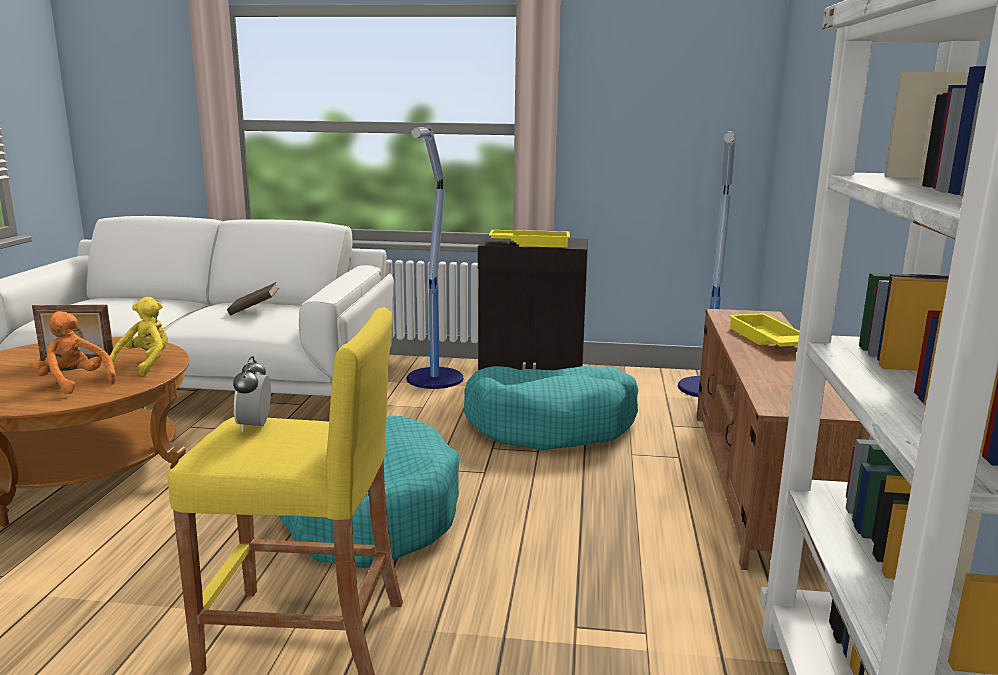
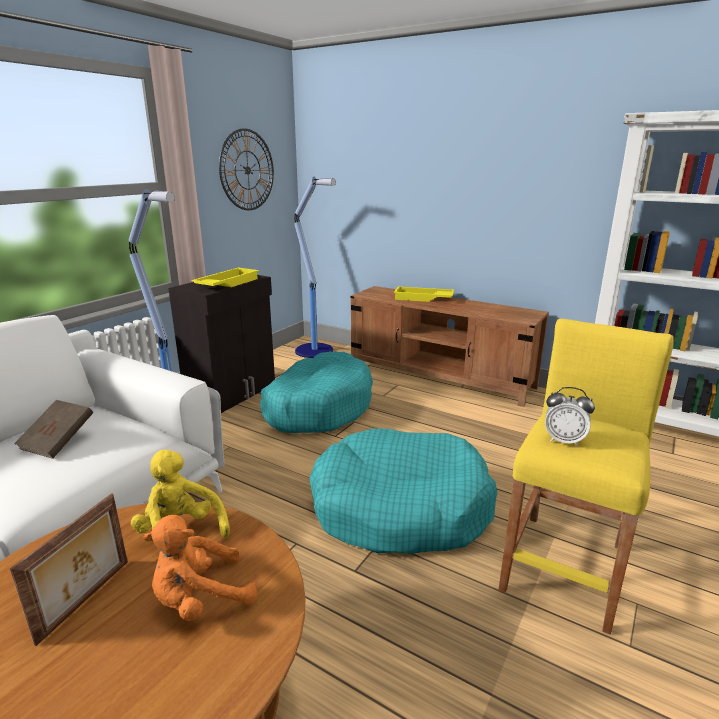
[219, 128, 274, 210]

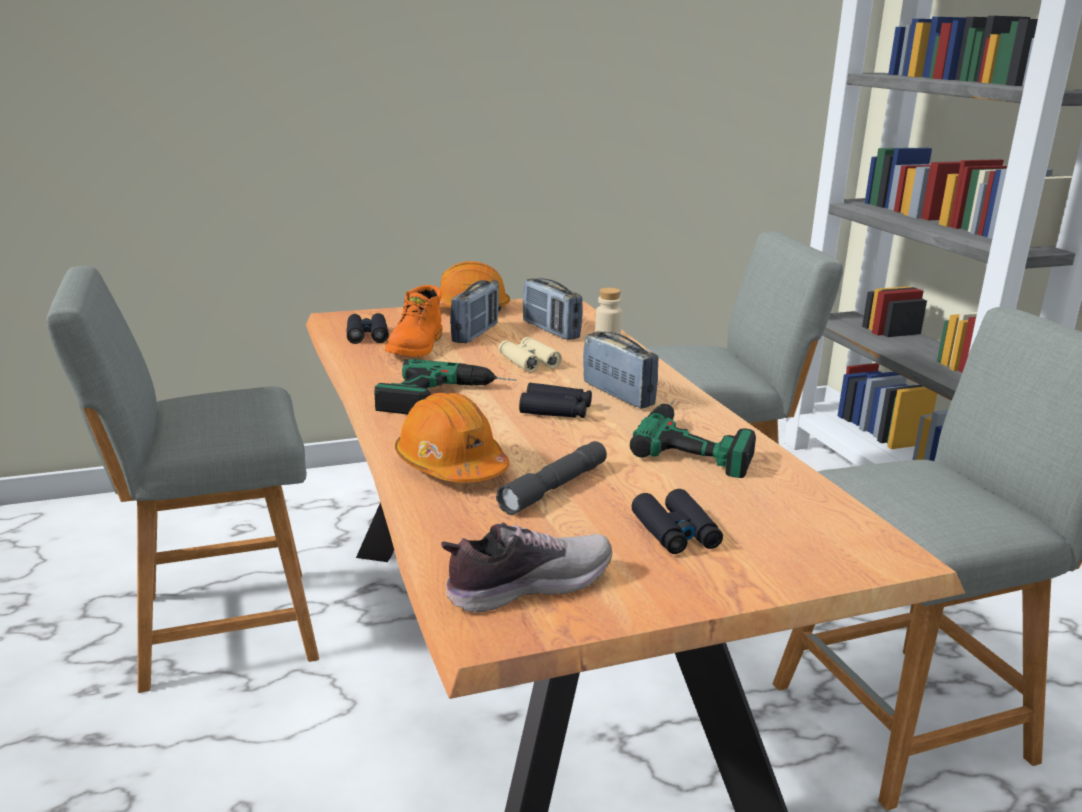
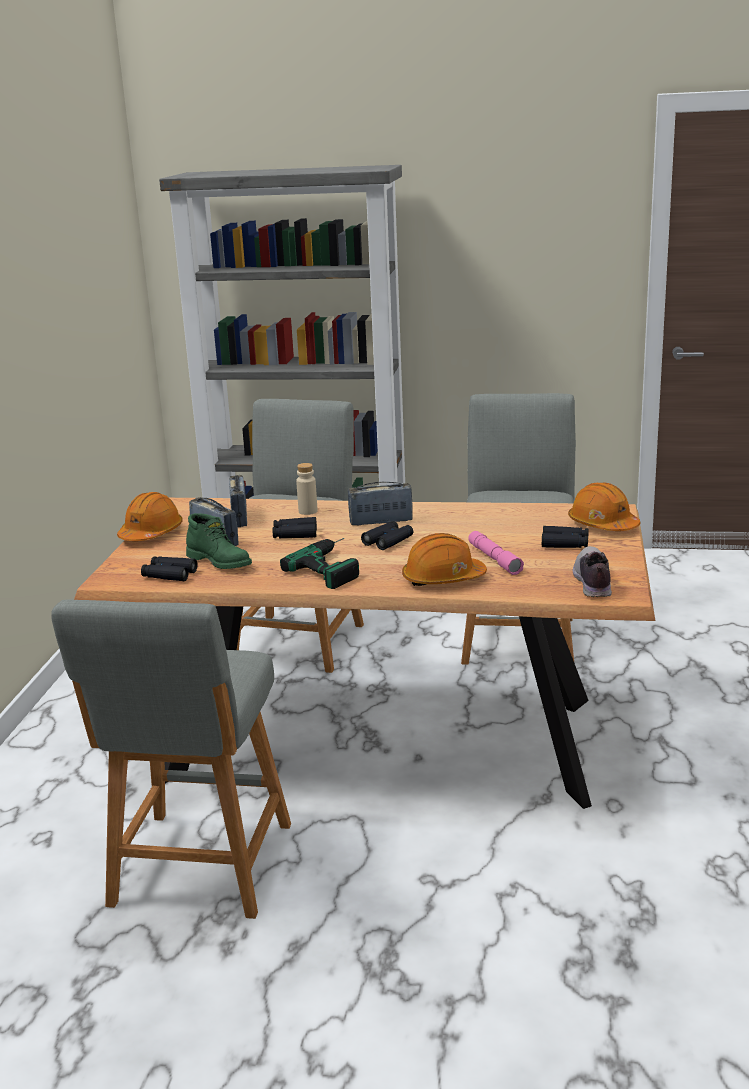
[229, 475, 247, 527]
[186, 513, 252, 569]
[273, 517, 317, 538]
[630, 400, 756, 478] (first image)
[468, 531, 524, 575]
[568, 482, 640, 531]

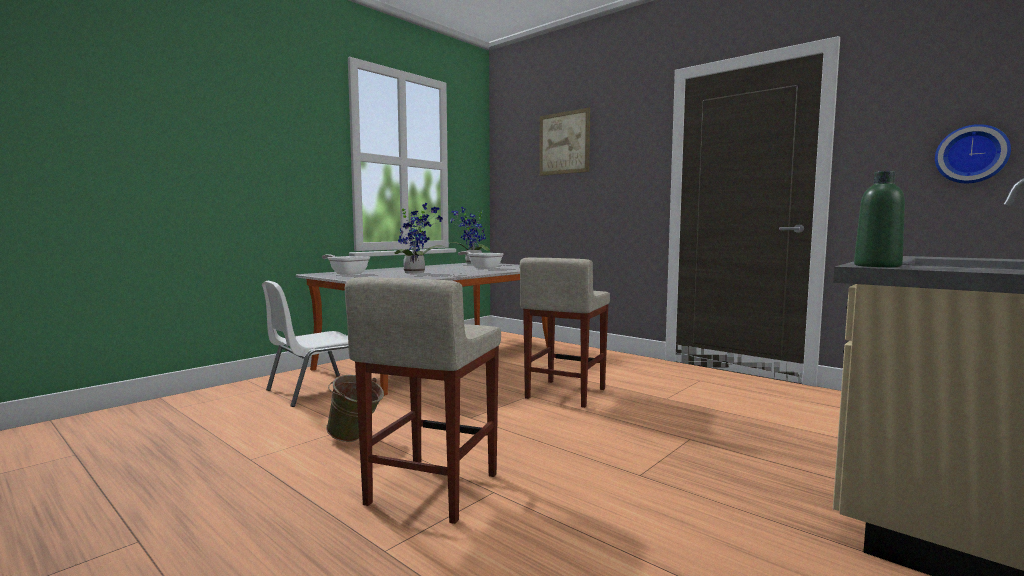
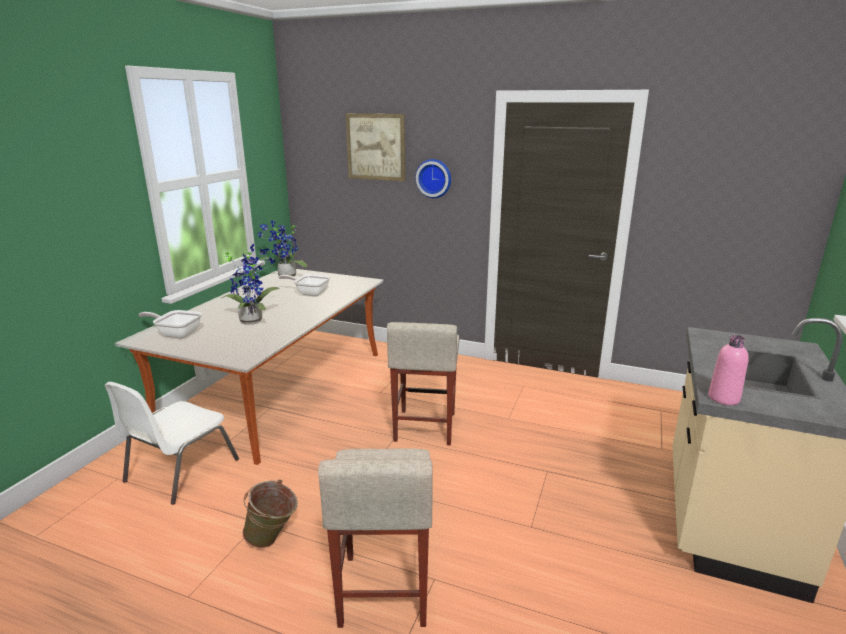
[415, 159, 451, 198]
[708, 335, 749, 405]

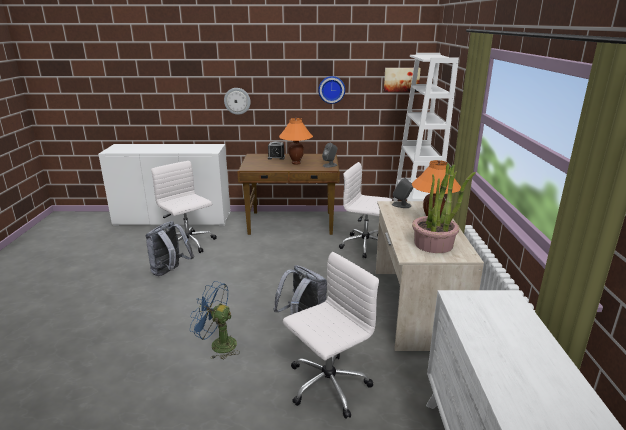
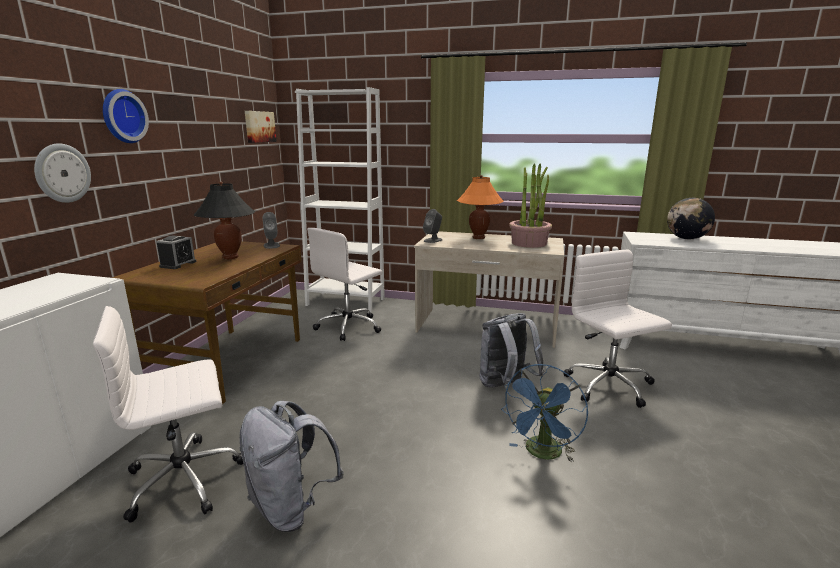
[103, 89, 149, 143]
[194, 182, 255, 259]
[667, 198, 715, 239]

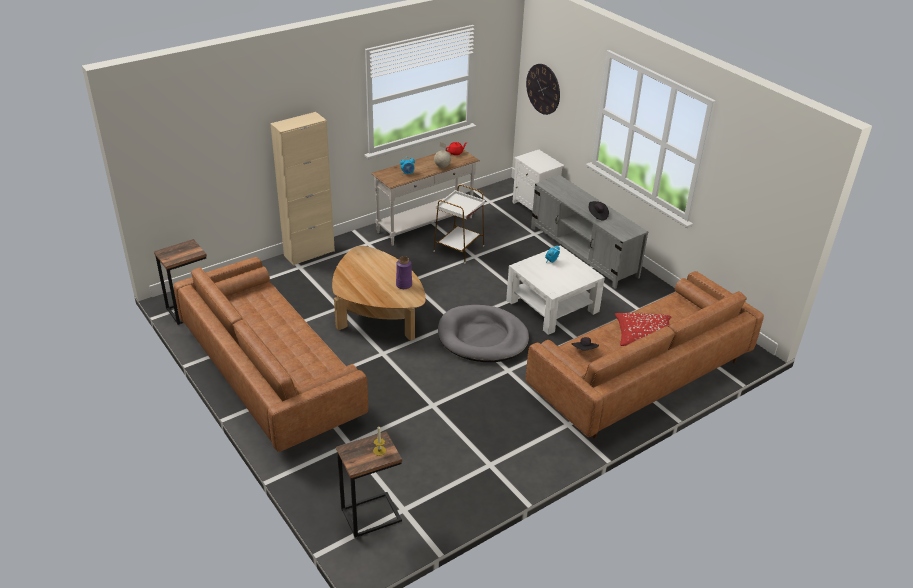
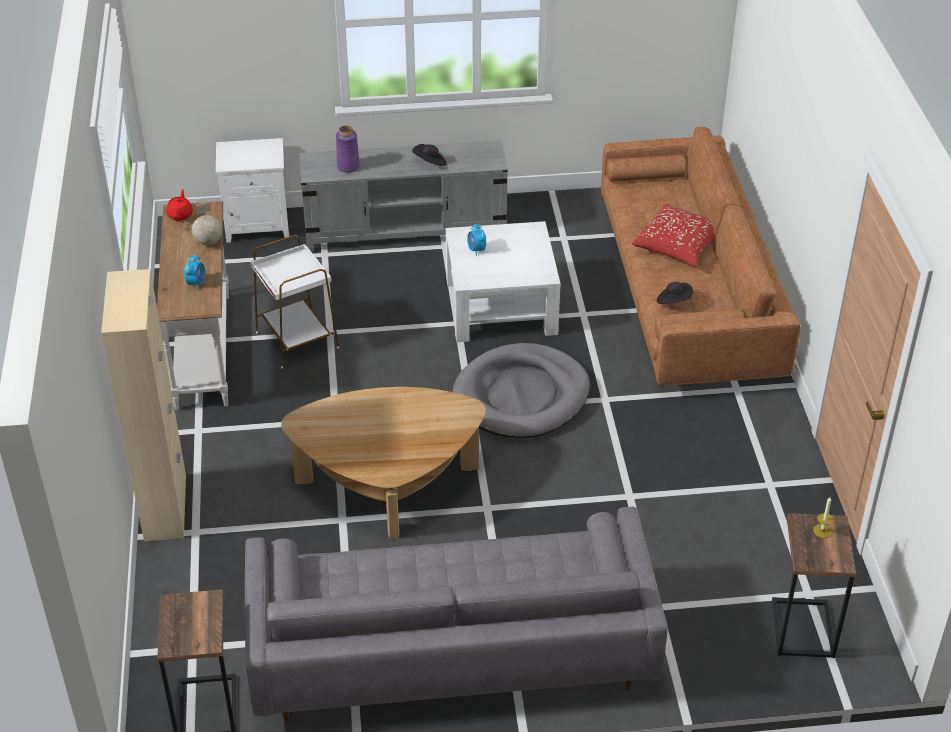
[526, 64, 560, 115] (first image)
[336, 125, 360, 173]
[245, 507, 668, 722]

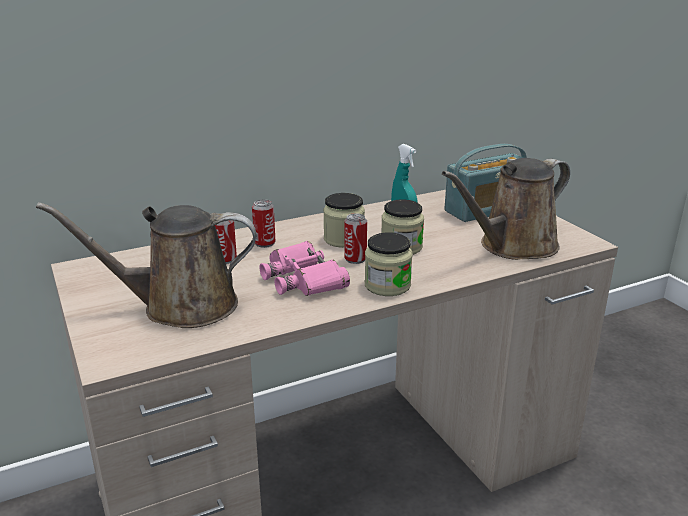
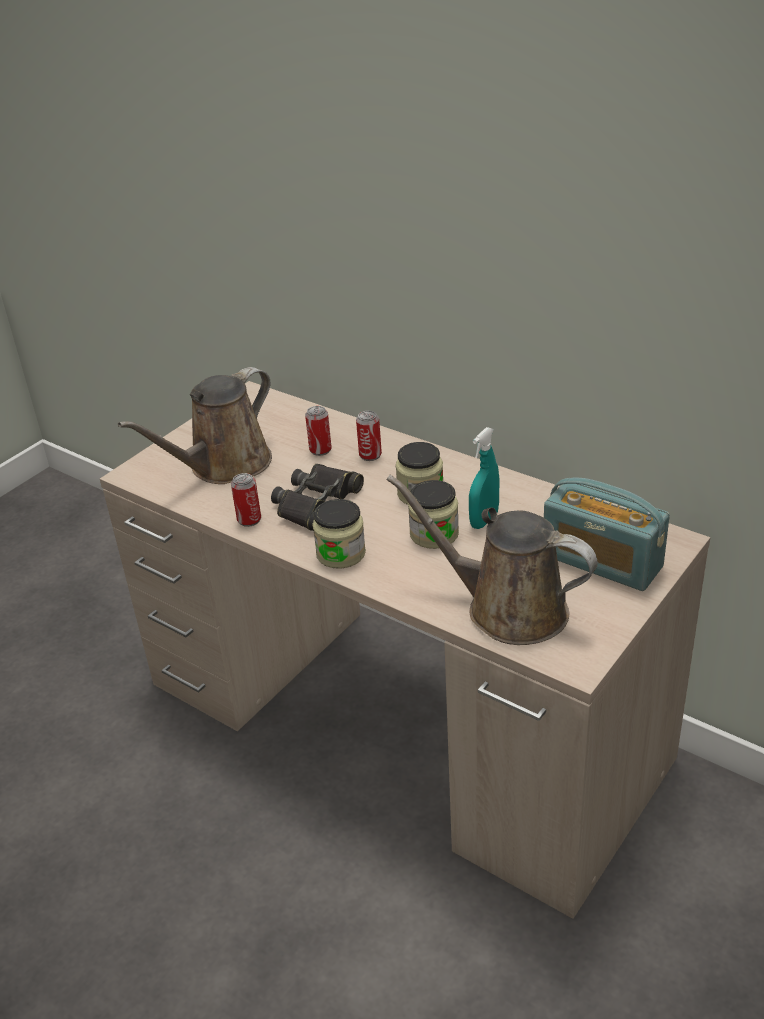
[118, 367, 272, 484]
[231, 473, 261, 527]
[271, 464, 364, 531]

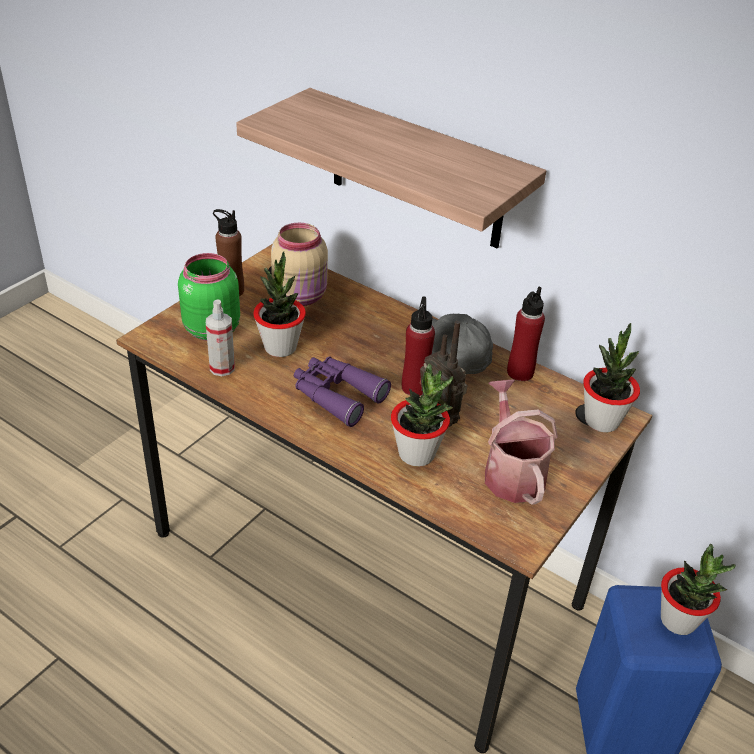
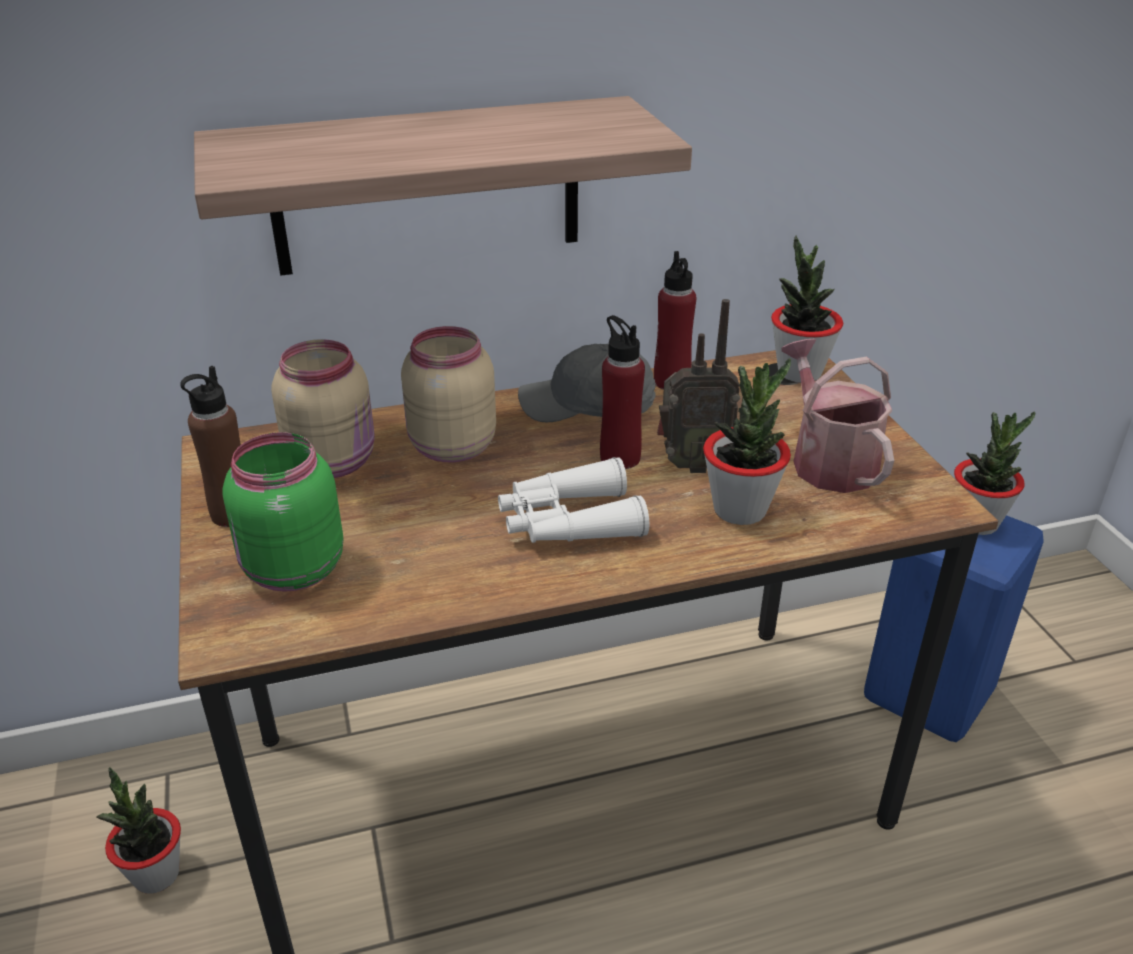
[96, 767, 181, 893]
[206, 299, 235, 376] (first image)
[498, 457, 649, 543]
[781, 339, 894, 493]
[401, 326, 496, 462]

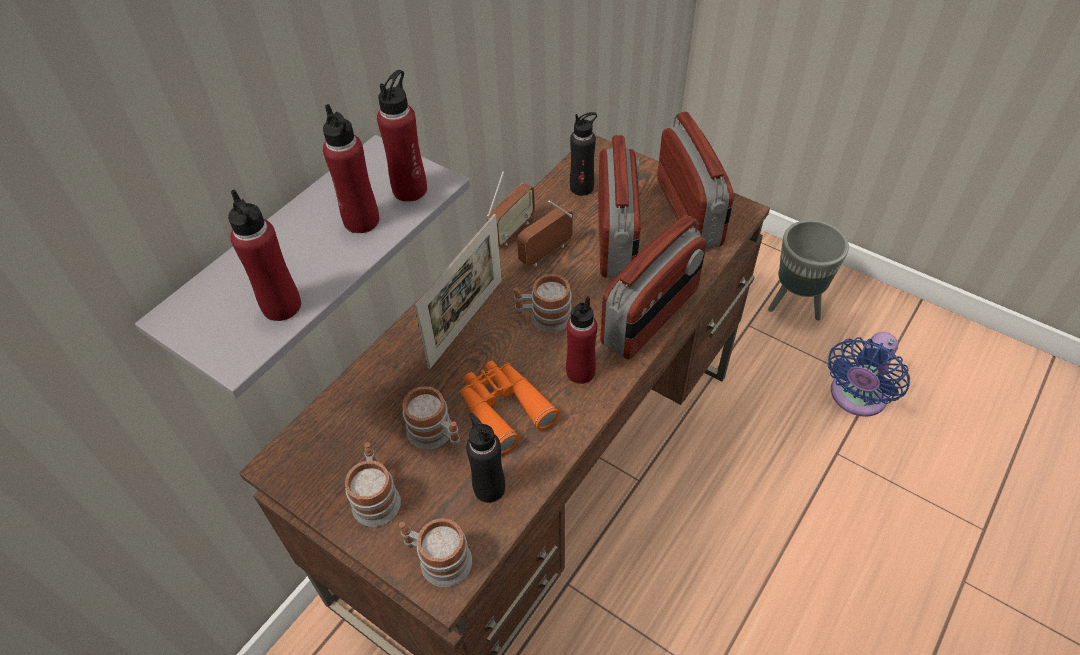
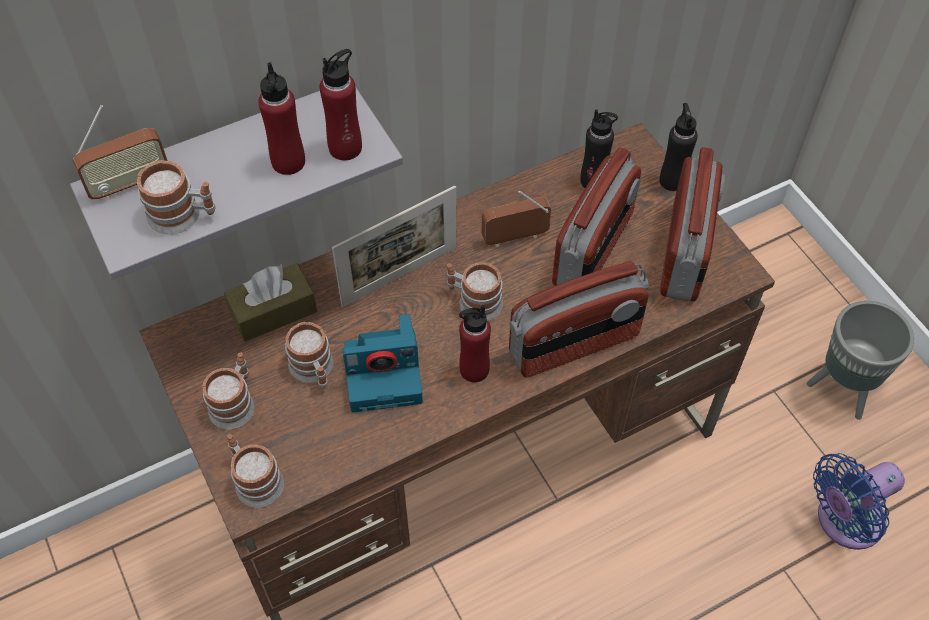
[72, 105, 168, 200]
[137, 160, 216, 235]
[343, 314, 423, 413]
[660, 103, 698, 191]
[224, 263, 317, 342]

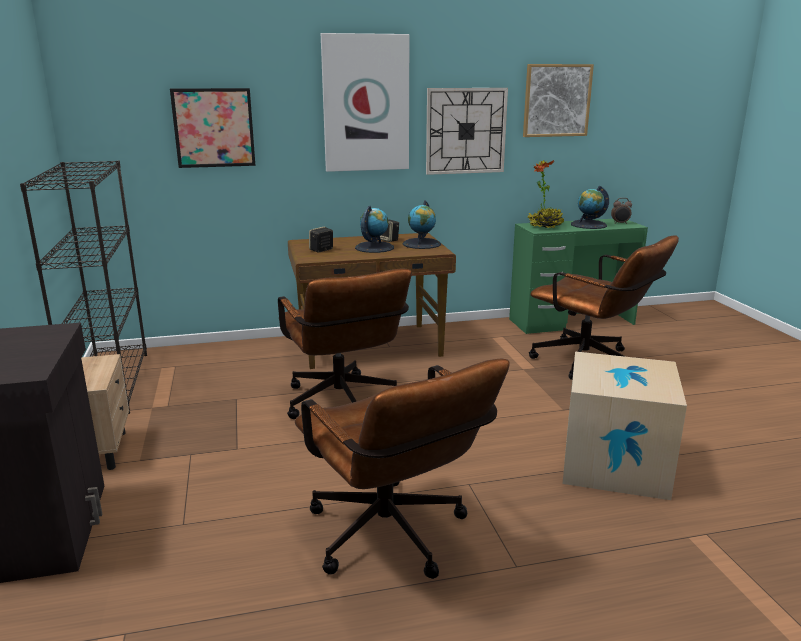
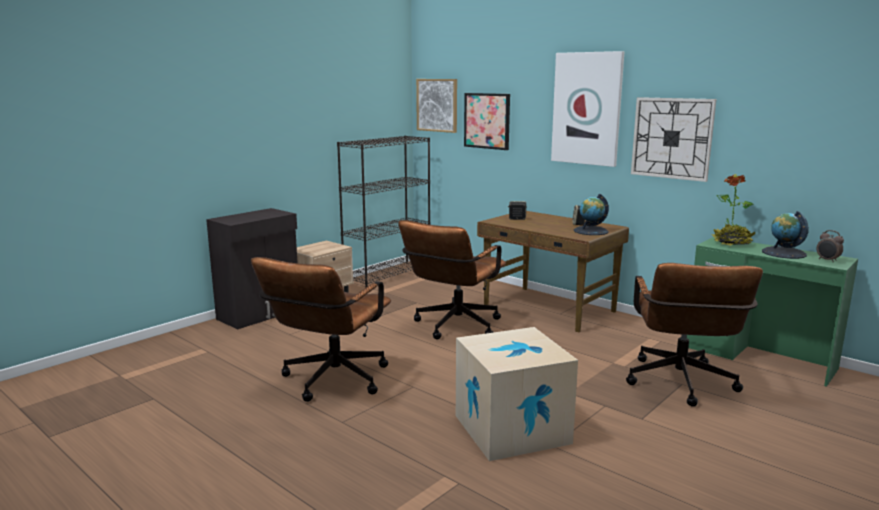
[416, 79, 457, 133]
[355, 206, 394, 253] (first image)

